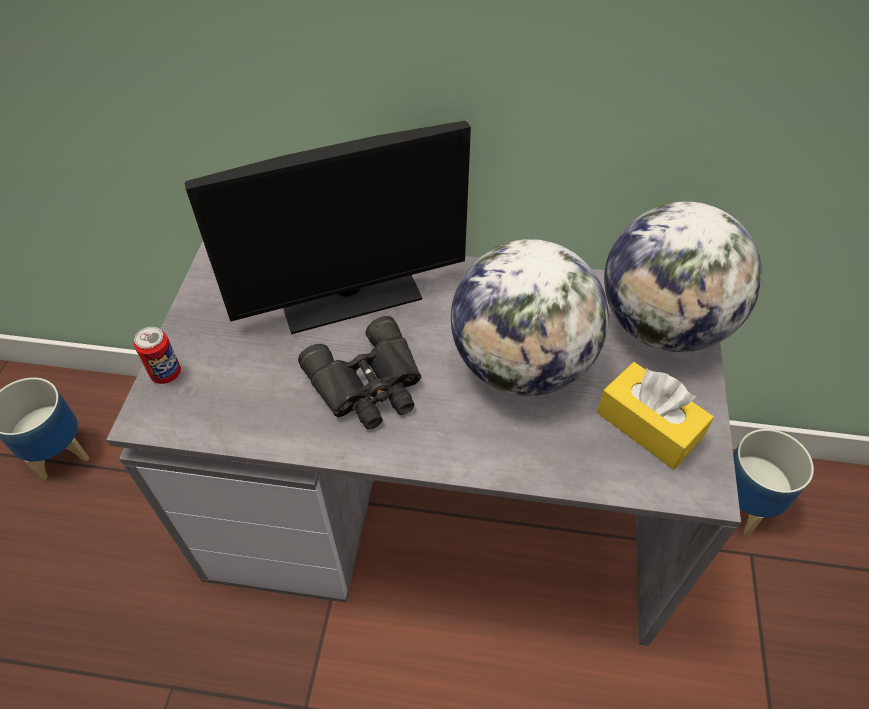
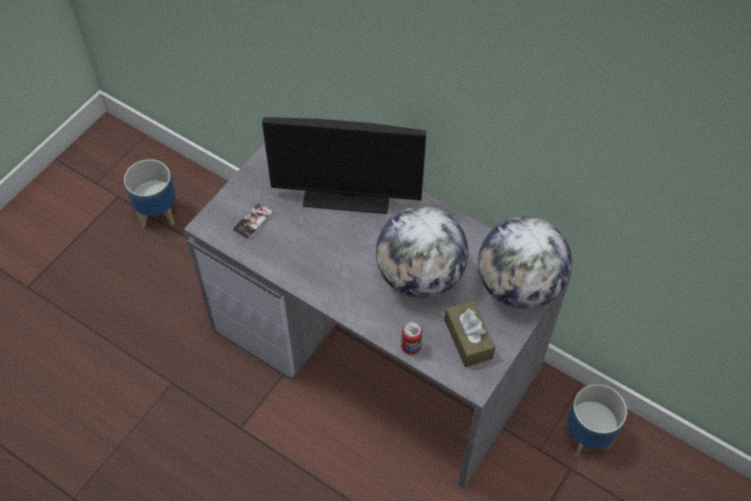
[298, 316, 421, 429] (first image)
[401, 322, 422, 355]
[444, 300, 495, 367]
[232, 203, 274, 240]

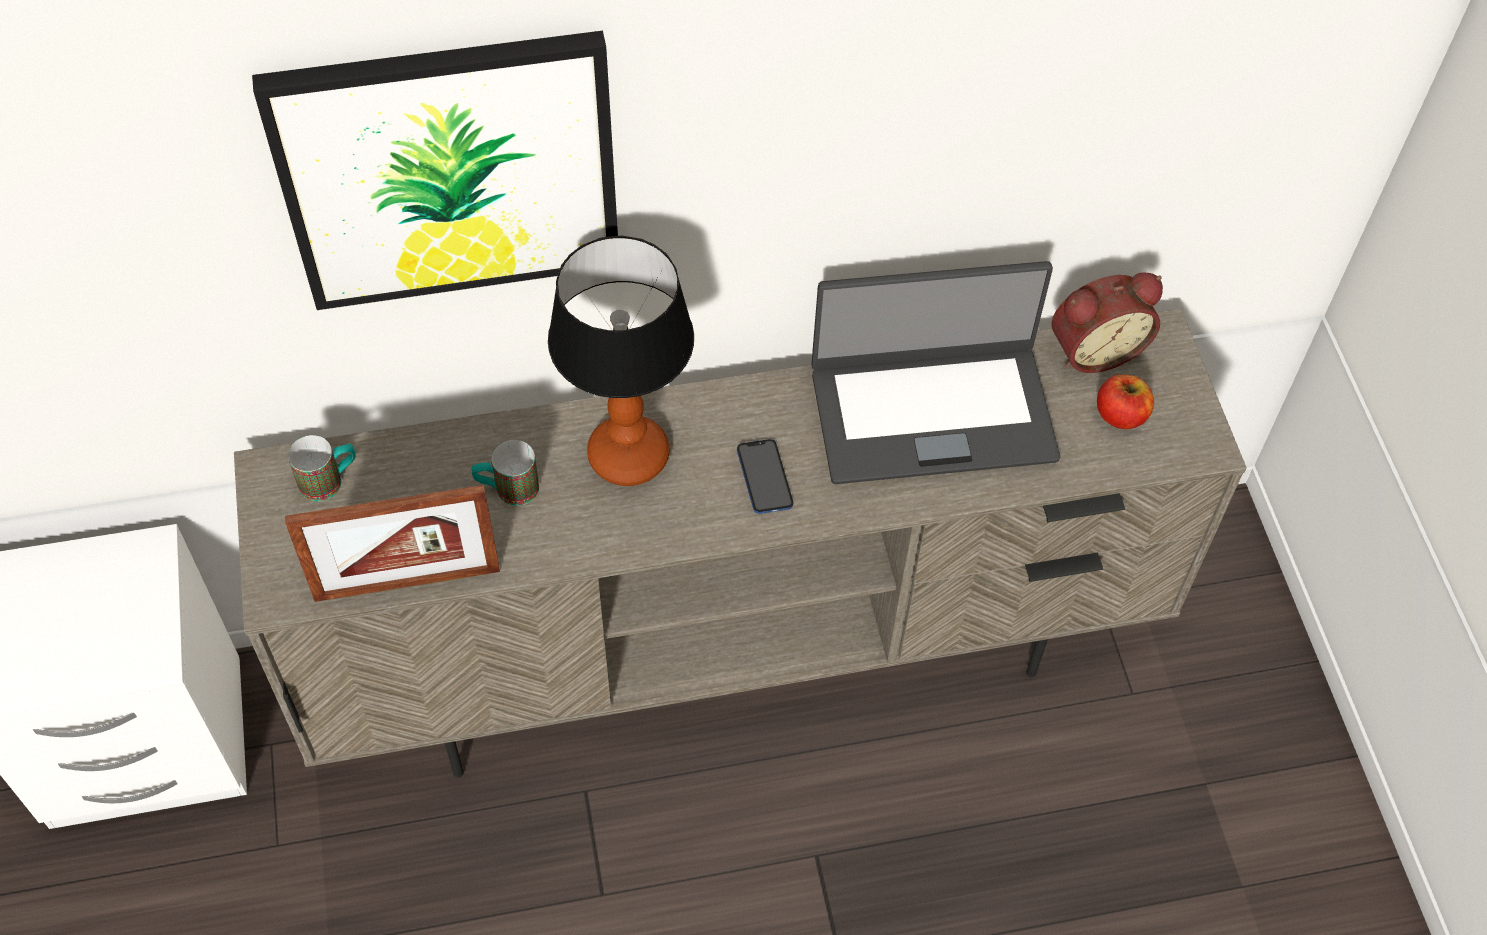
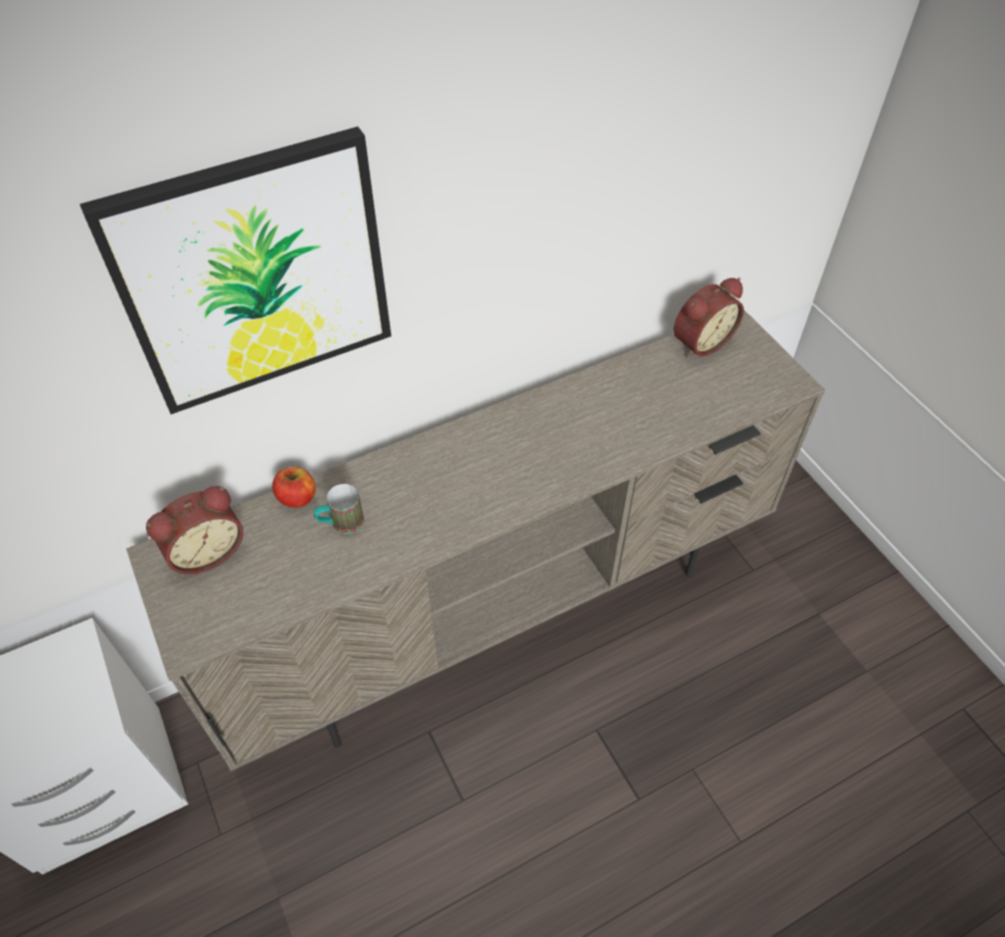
[548, 235, 694, 486] (first image)
[811, 261, 1060, 484] (first image)
[272, 467, 316, 508]
[146, 486, 243, 574]
[737, 439, 794, 514] (first image)
[285, 485, 500, 602] (first image)

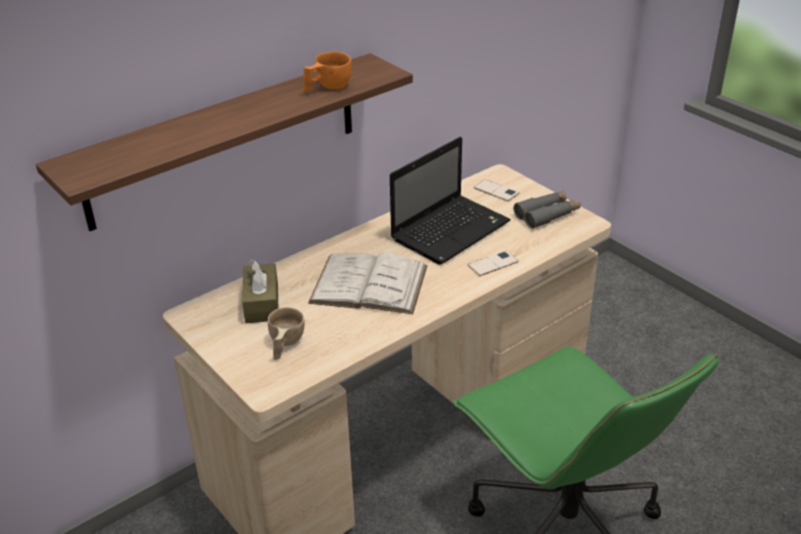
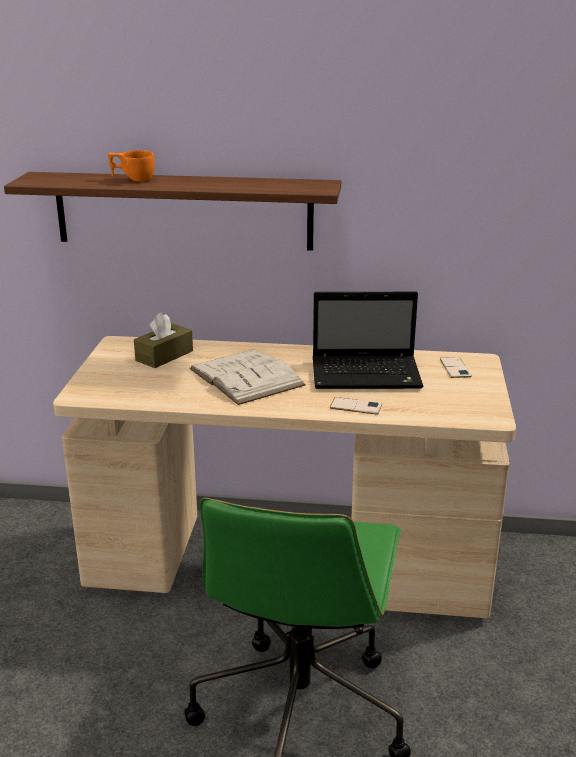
[108, 150, 155, 182]
[514, 191, 581, 229] (first image)
[268, 307, 305, 360] (first image)

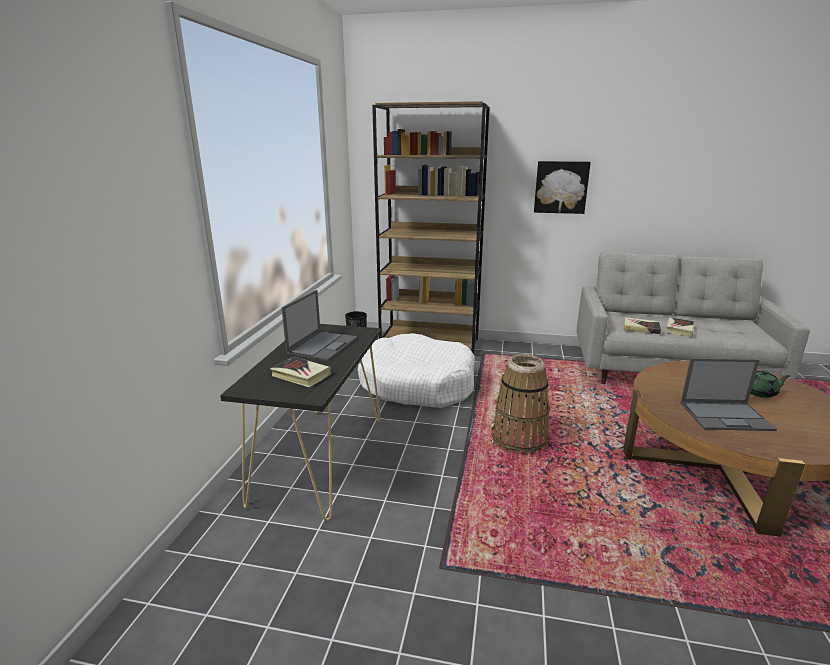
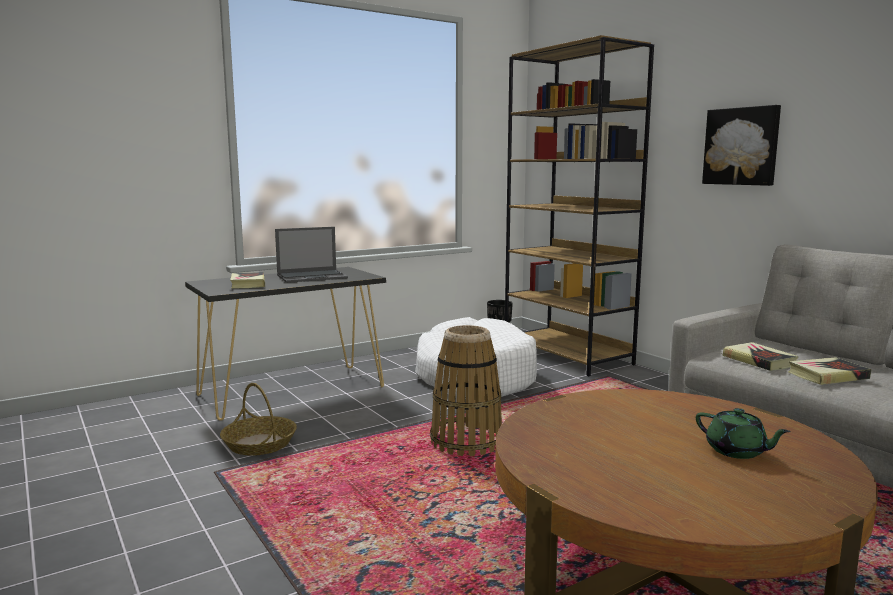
[680, 358, 777, 431] (first image)
[220, 383, 297, 456]

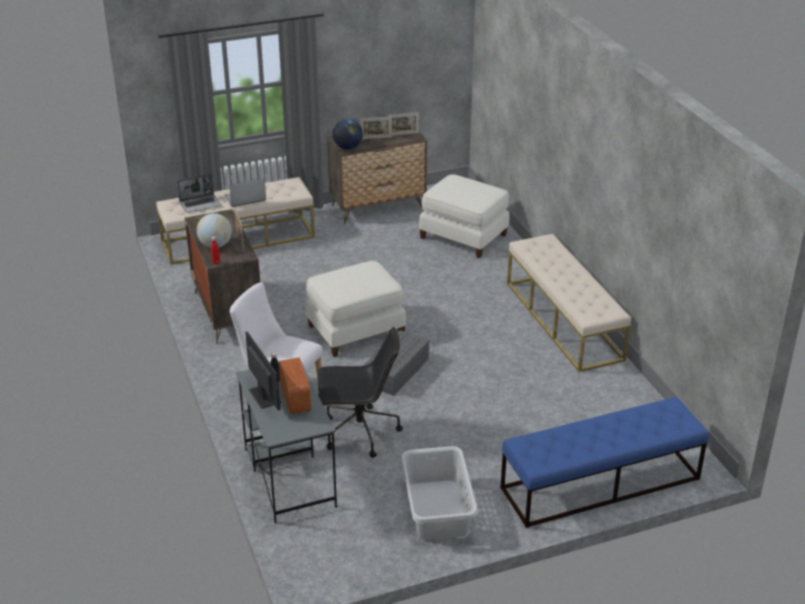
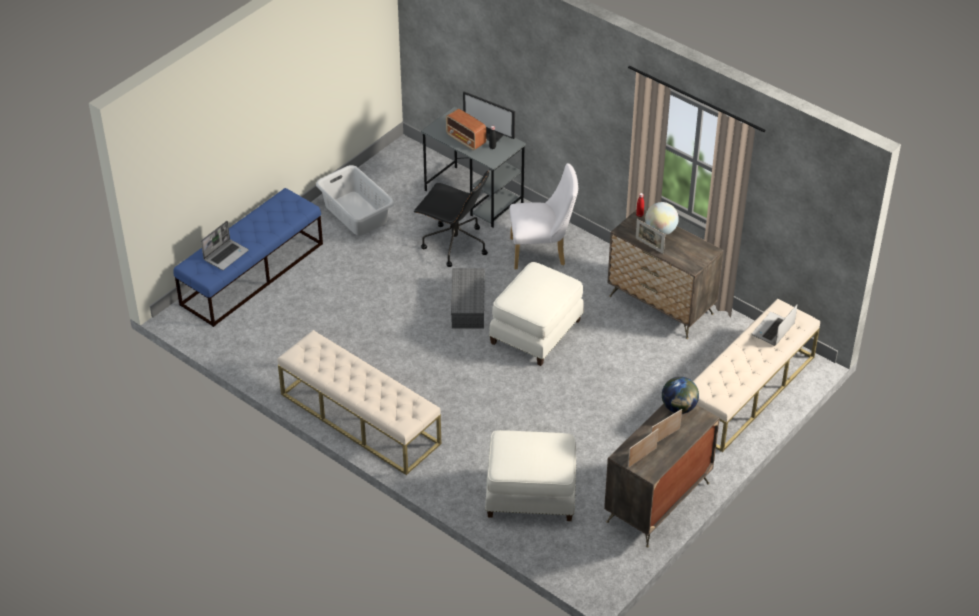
[201, 221, 249, 270]
[414, 170, 489, 267]

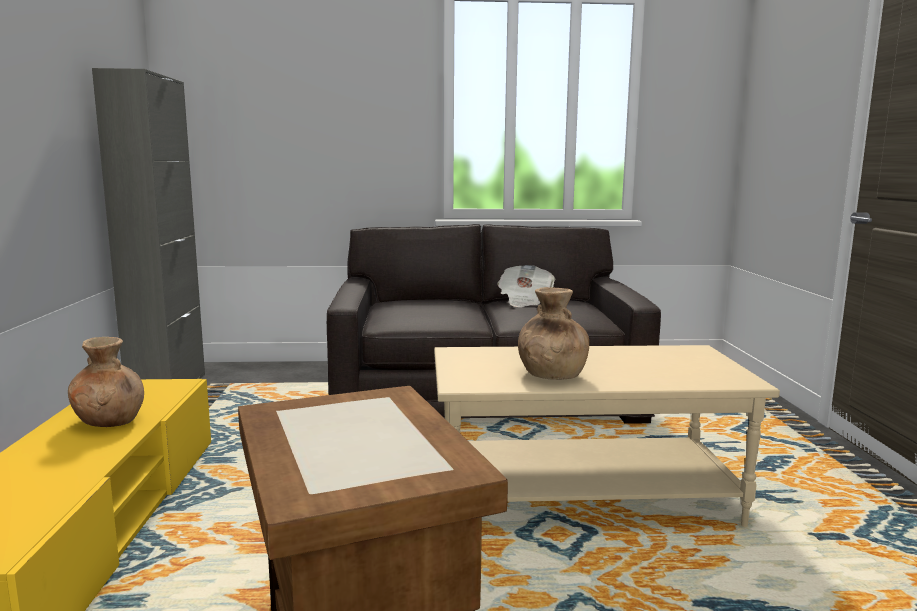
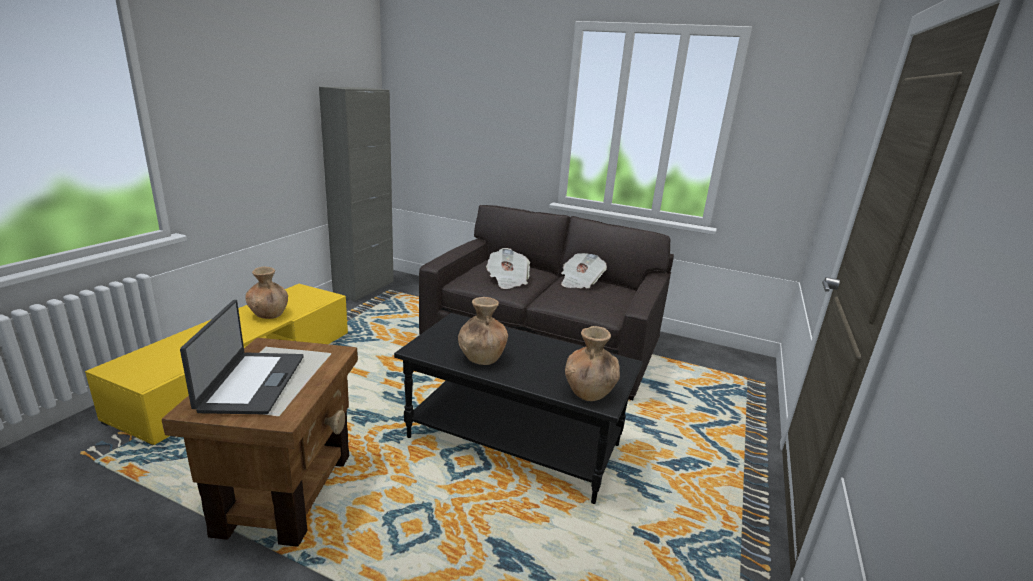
[394, 313, 643, 504]
[486, 248, 530, 289]
[180, 300, 304, 414]
[565, 326, 620, 401]

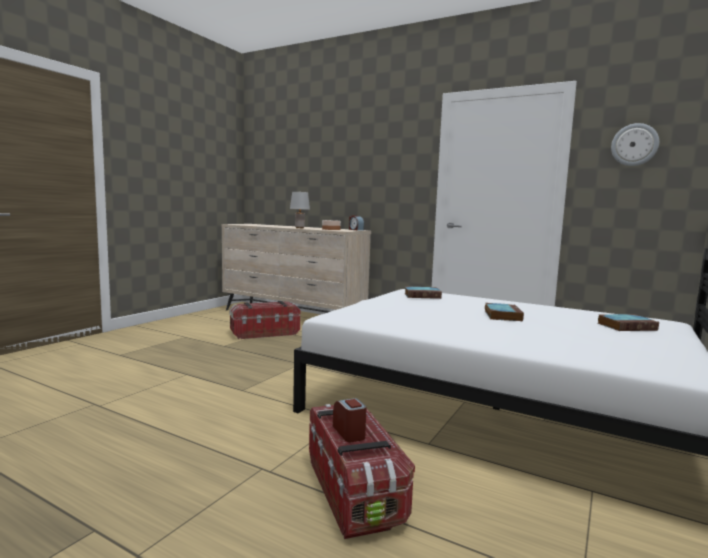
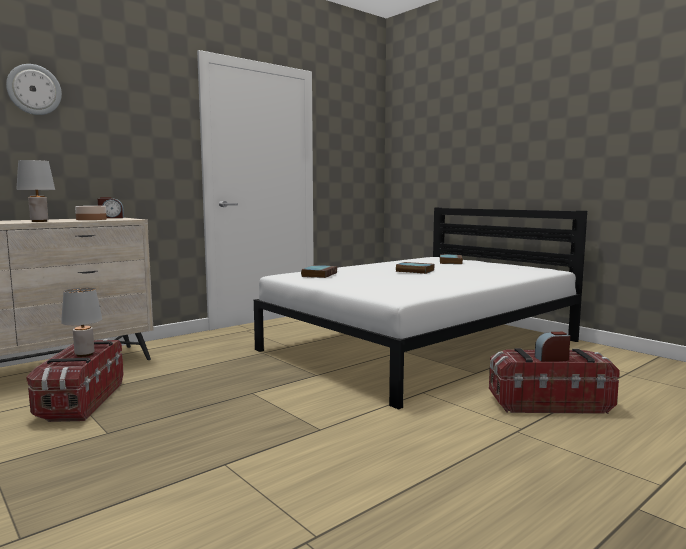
[6, 64, 62, 115]
[61, 288, 102, 357]

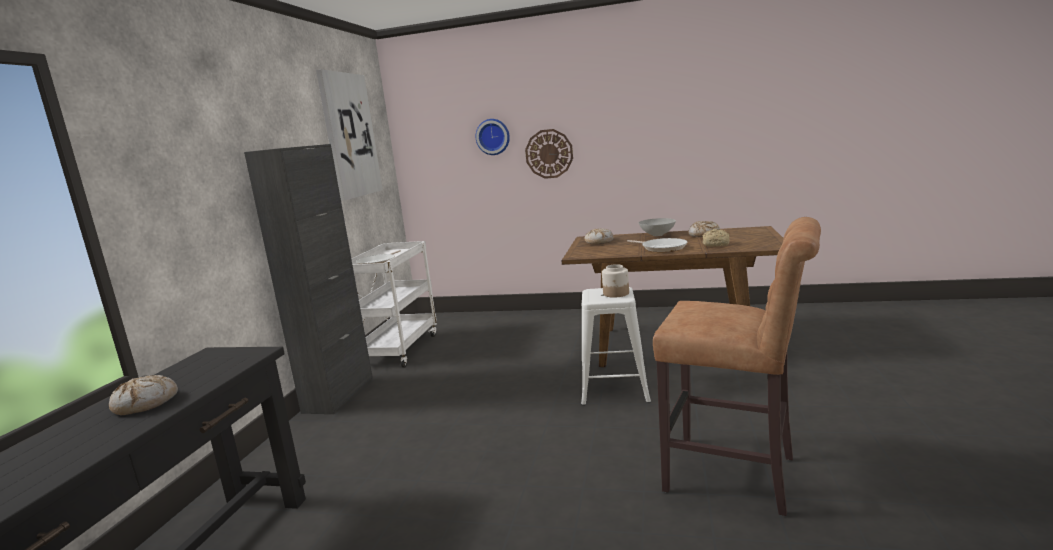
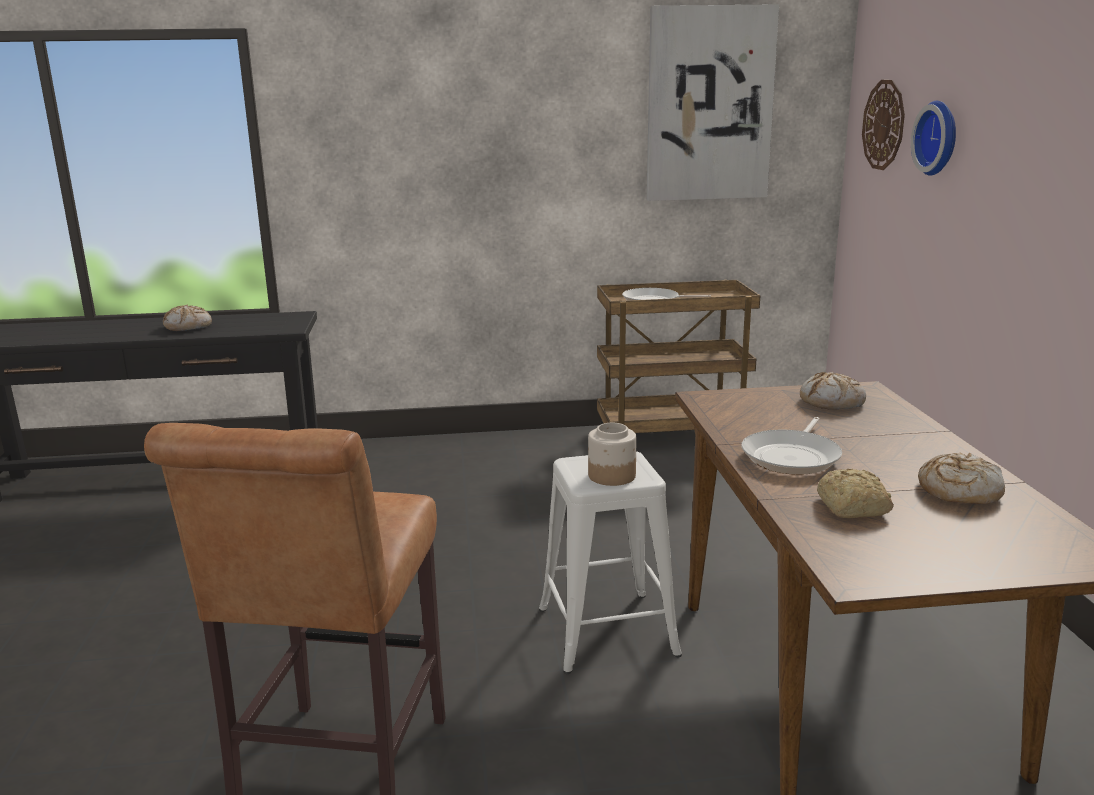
[862, 80, 905, 170]
[244, 144, 373, 414] (first image)
[639, 218, 676, 236] (first image)
[597, 280, 760, 433]

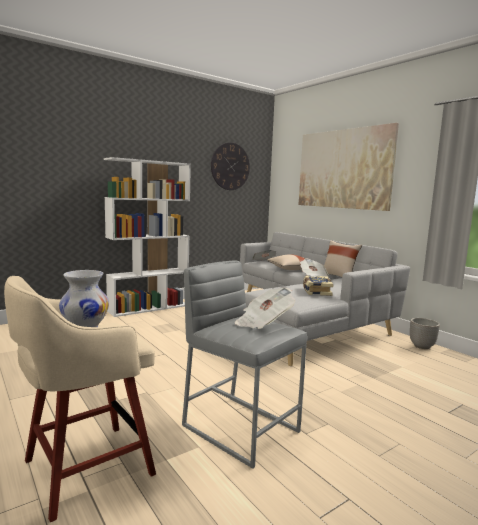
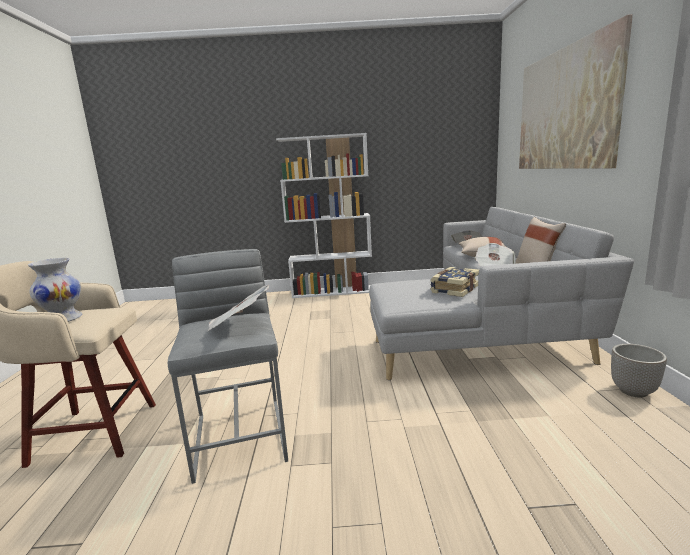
[211, 143, 250, 190] (first image)

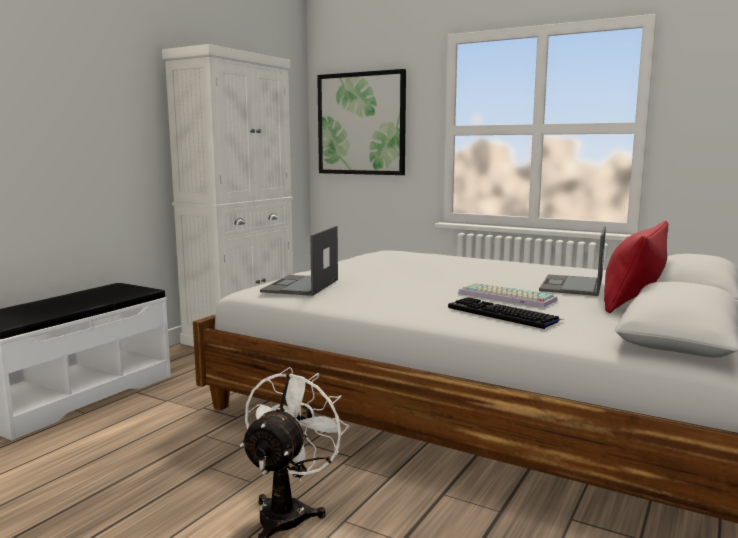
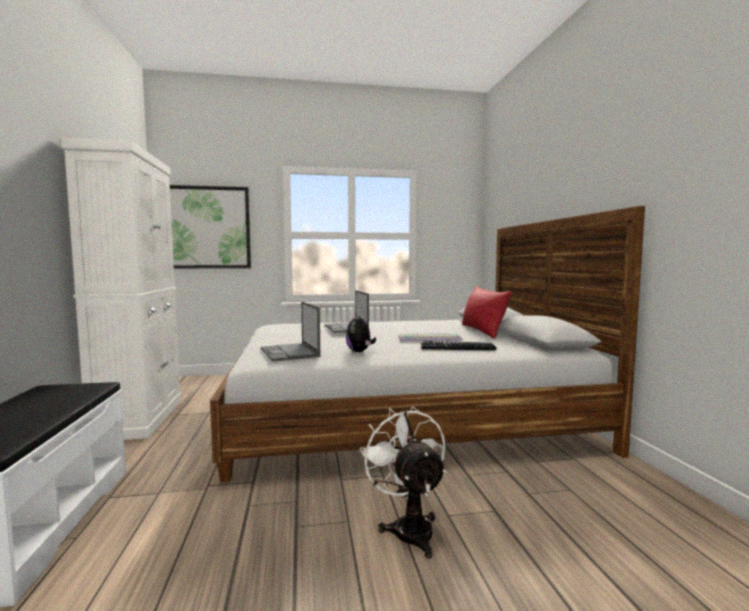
[324, 290, 369, 333]
[346, 314, 376, 352]

